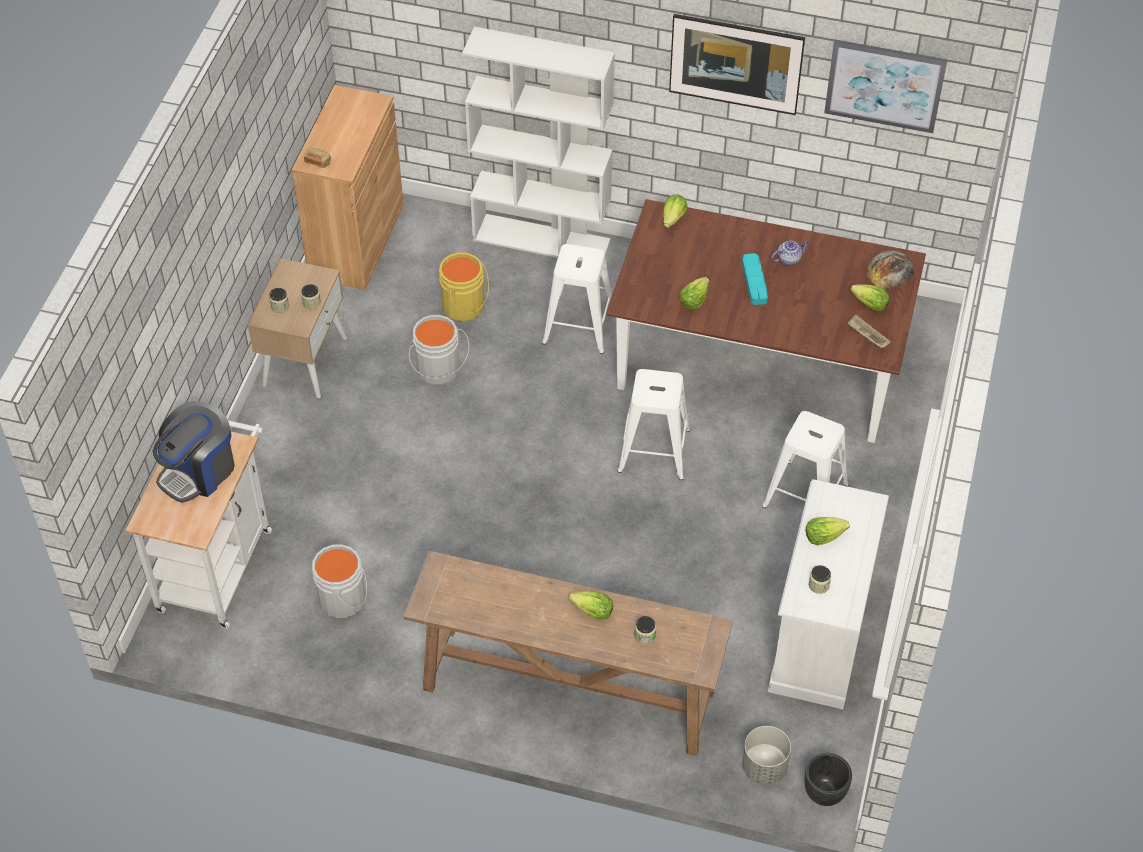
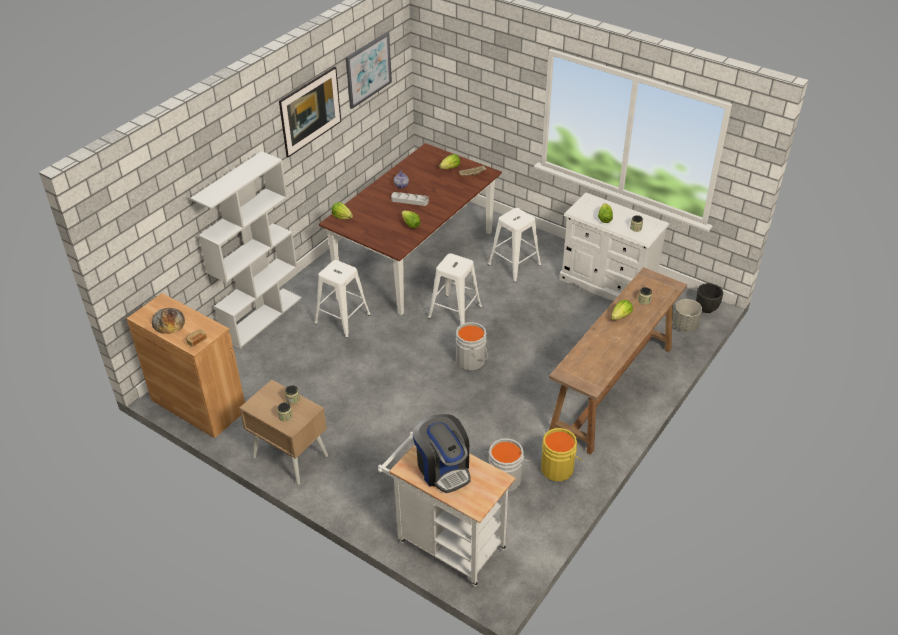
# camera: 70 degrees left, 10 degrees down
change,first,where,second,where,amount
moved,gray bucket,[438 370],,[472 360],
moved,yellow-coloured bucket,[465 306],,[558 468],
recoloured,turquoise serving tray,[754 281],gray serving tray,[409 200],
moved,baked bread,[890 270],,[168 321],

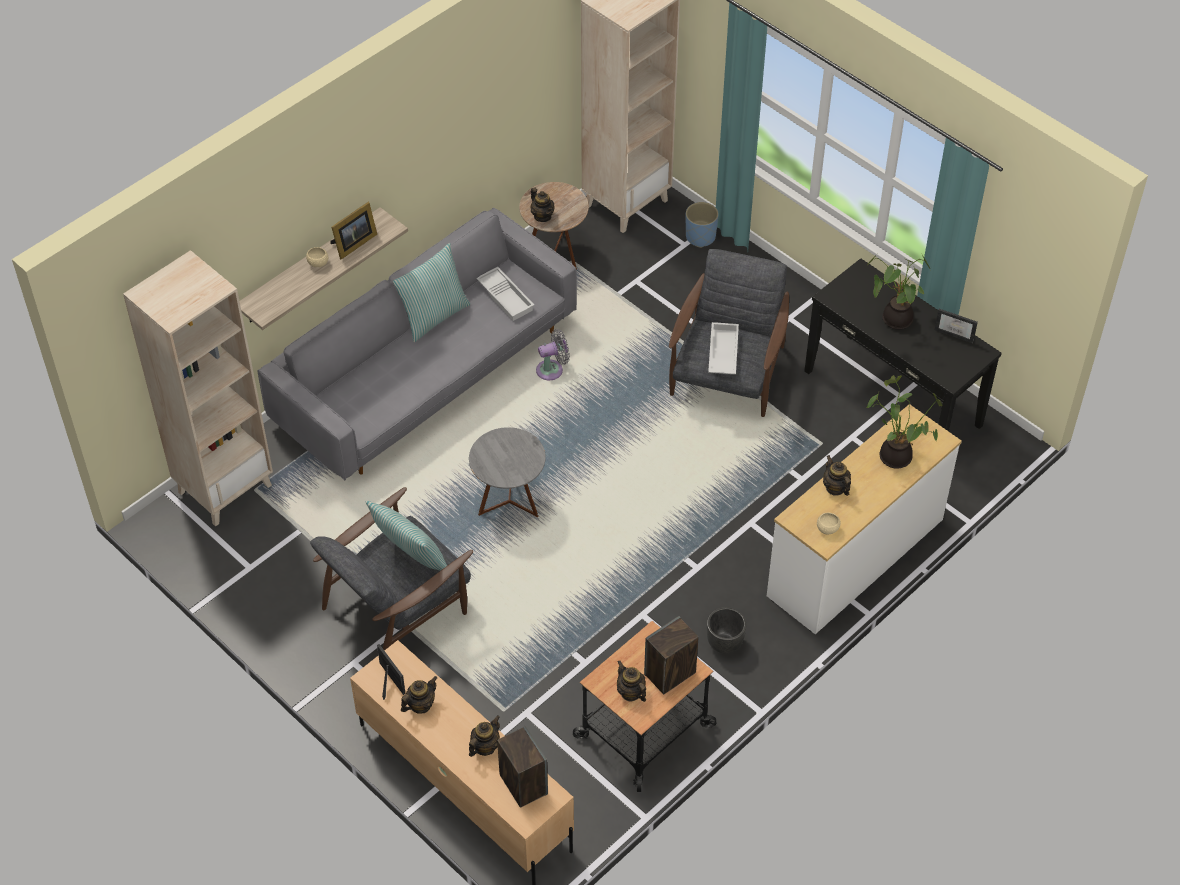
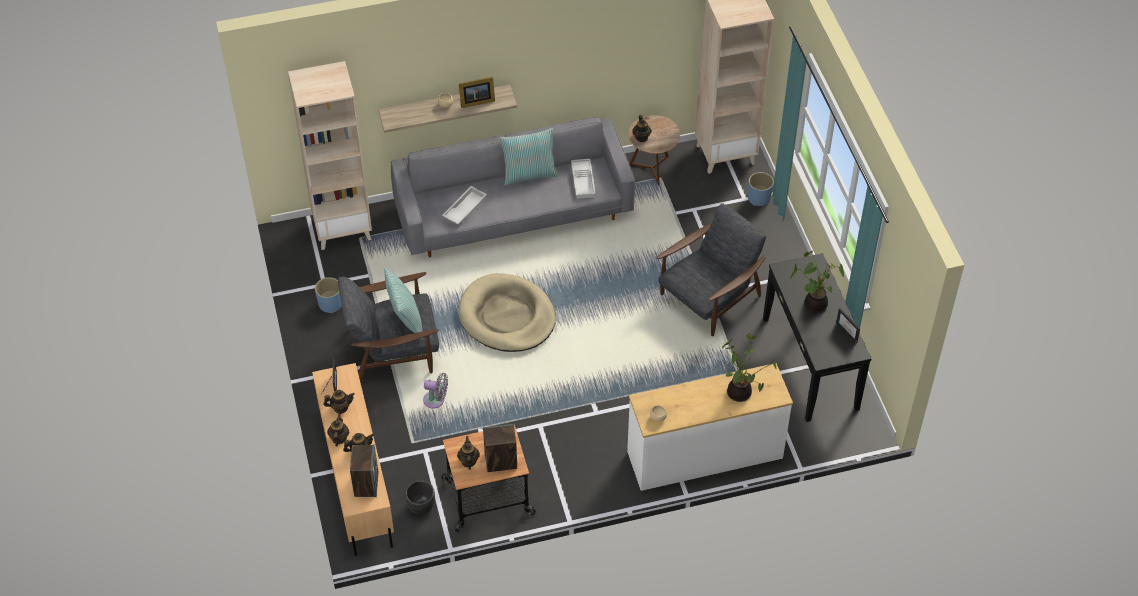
# camera: 30 degrees right, 0 degrees up
change,first,where,second,where,amount
replaced,gray end table,[509 503],beige-coloured dog cushion,[507 316],
moved,gray cooling fan,[552 369],,[436 400],
moved,black-coloured plant pot,[725 643],,[421 507],
moved,whitish serving tray,[722 353],,[464 208],
moved,teapot,[835 488],,[339 438],
added,,,bluish plant pot,[330 304],

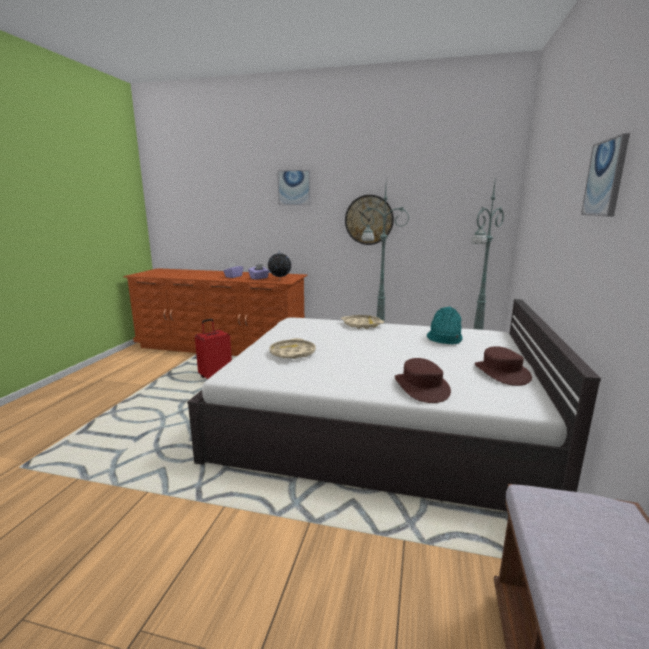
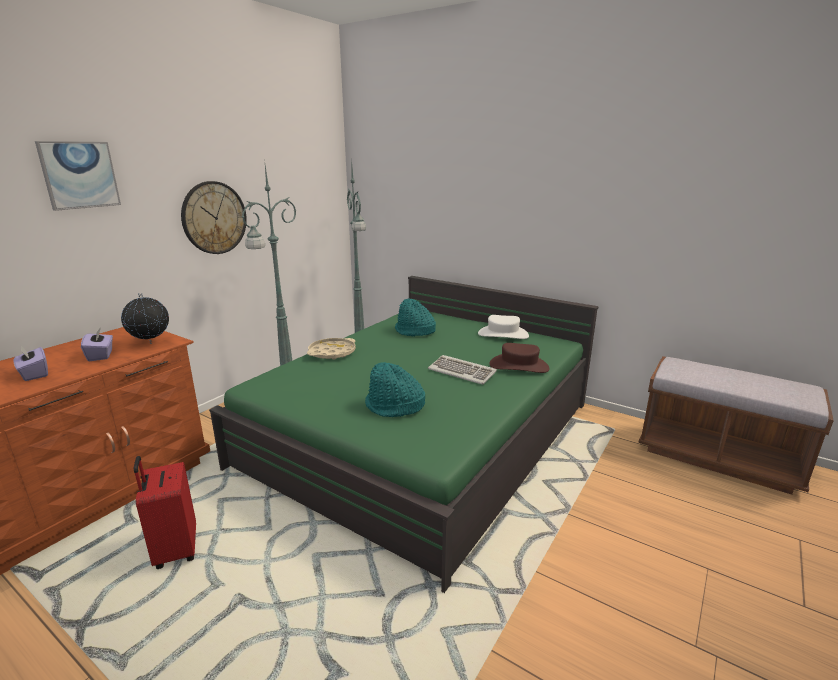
# camera: 70 degrees left, 5 degrees up
change,first,where,second,where,amount
recoloured,whitish bed,[379 421],greenish bed,[423 434],
replaced,beige-coloured serving tray,[292 353],turquoise wearable hat,[394 406],
recoloured,brown wearable hat,[501 373],whitish wearable hat,[503 334],
removed,wall art,[605 178],,,
added,,,computer keyboard,[462 372],

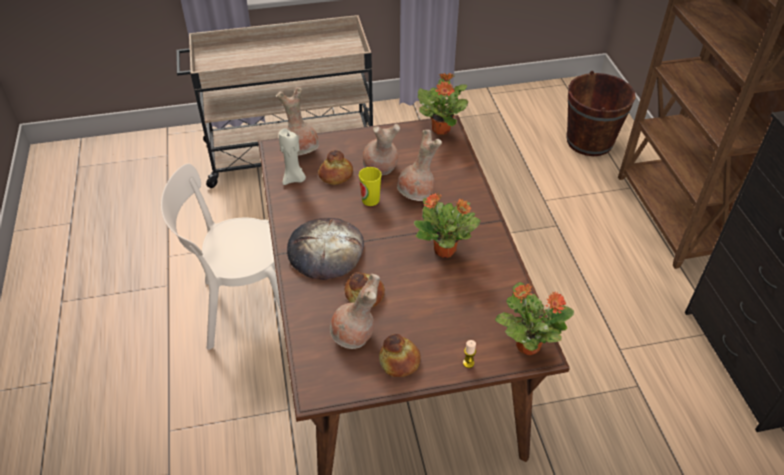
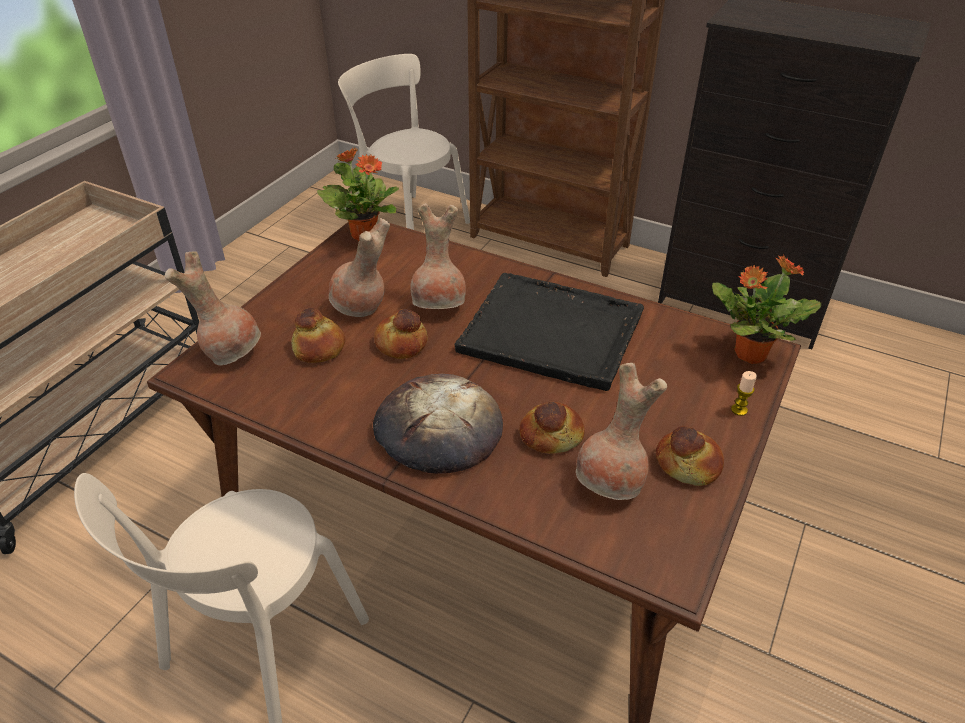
# camera: 50 degrees left, 5 degrees down
change,first,where,second,where,amount
removed,beige-coloured wax light,[294 179],,,
replaced,small cup,[370 200],baked bread,[400 343],
replaced,plant in a pot,[445 250],black-coloured serving tray,[553 333],
replaced,brown bucket,[589 141],beige-coloured upright chair,[408 223],

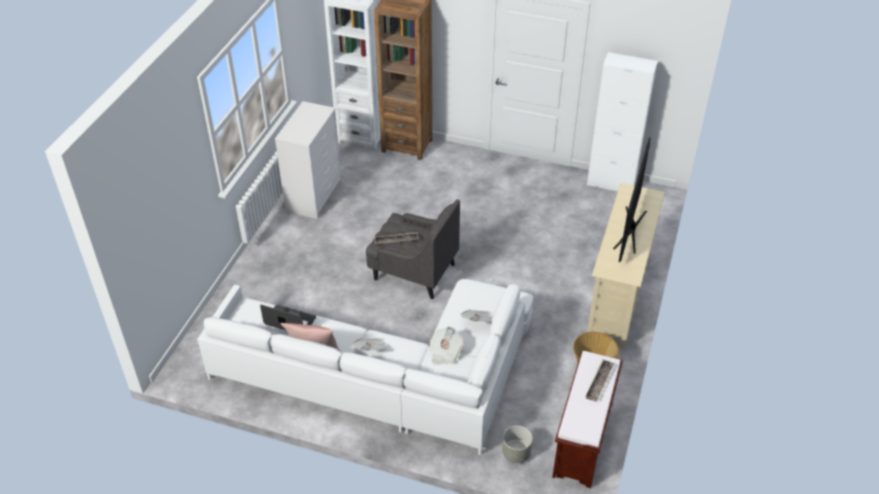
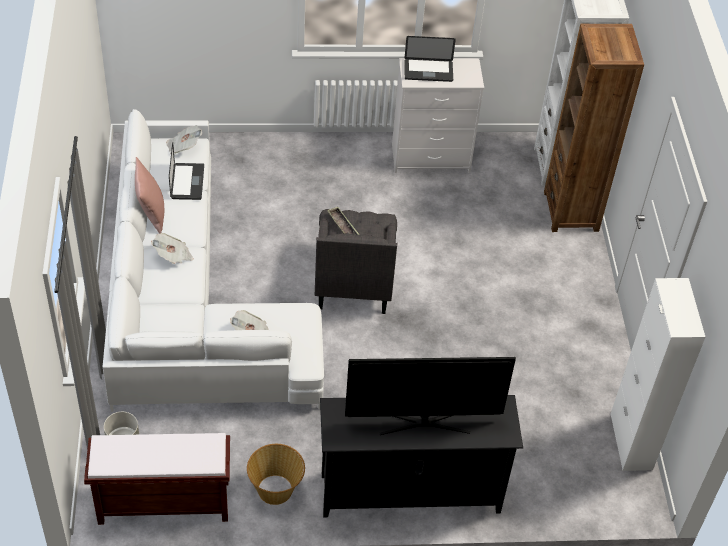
# camera: 65 degrees right, 5 degrees up
change,first,where,second,where,amount
moved,newspaper,[445 353],,[183 146],
removed,serving tray,[599 382],,,
recoloured,beige-coloured tv stand,[618 298],black-coloured tv stand,[409 493],
added,,,notebook computer,[428 71],

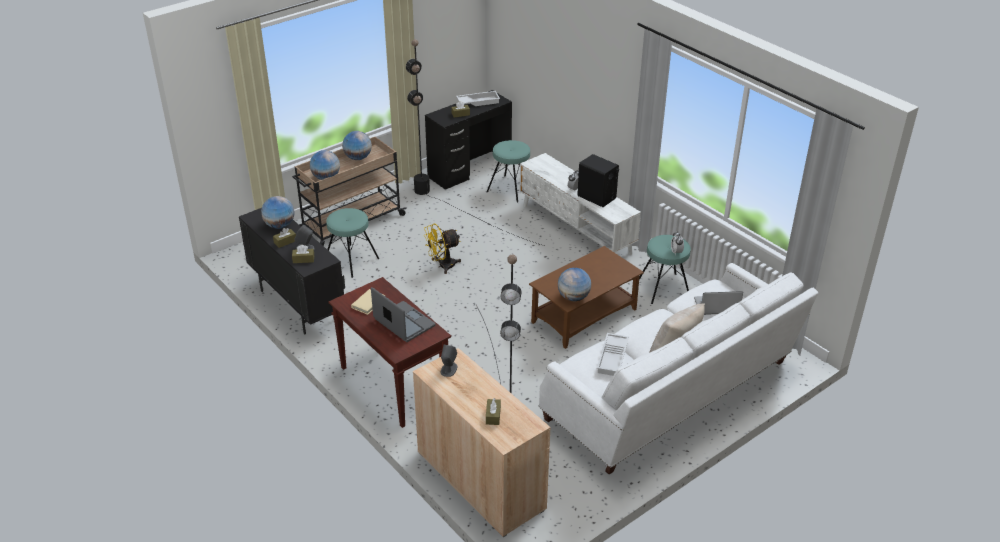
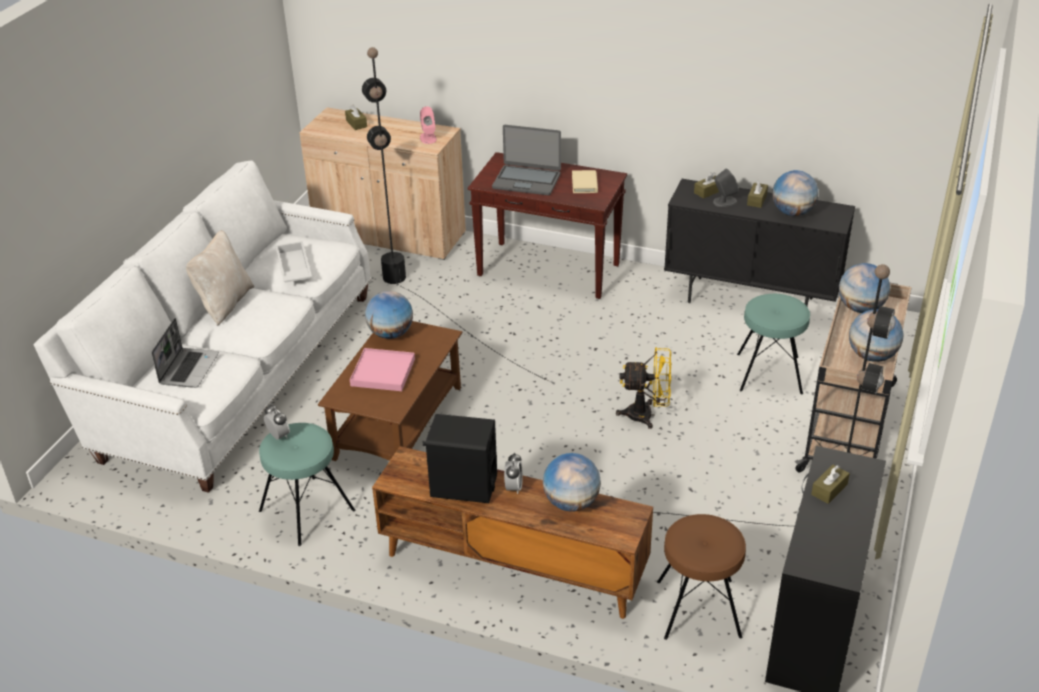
# camera: 150 degrees right, 0 degrees up
change,first,where,second,where,amount
turned,yellow-coloured cooling fan,[442 266],,[647 415],60 degrees clockwise
recoloured,gray loudspeaker,[448 369],pink loudspeaker,[428 138],
removed,whitish serving tray,[478 101],,,
recoloured,turquoise stool,[510 188],brown stool,[698 609],
recoloured,whitish tv stand,[576 229],brown tv stand,[511 566],
turned,notebook computer,[716 306],,[189 368],45 degrees counterclockwise
added,,,pink serving tray,[383 372],
added,,,desk globe,[571 502],

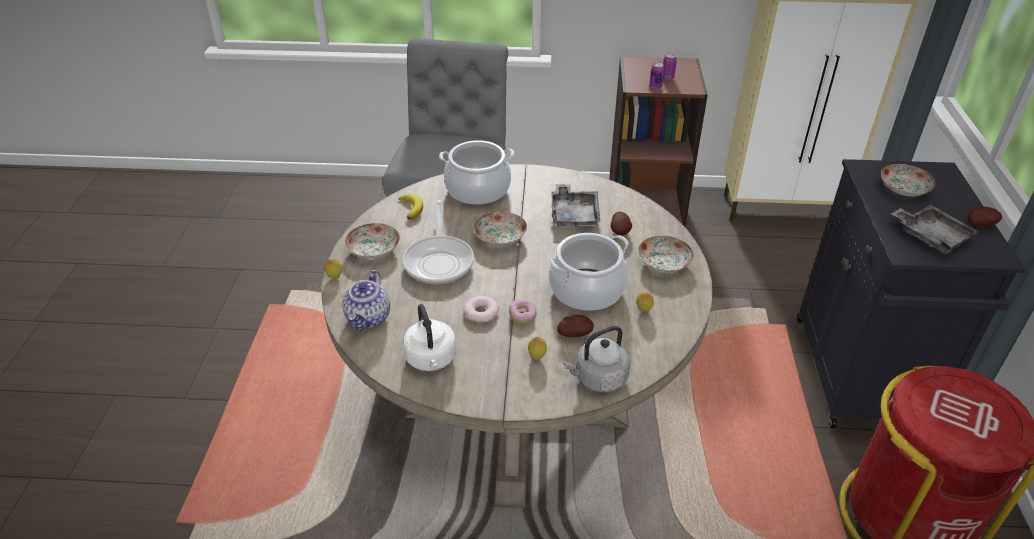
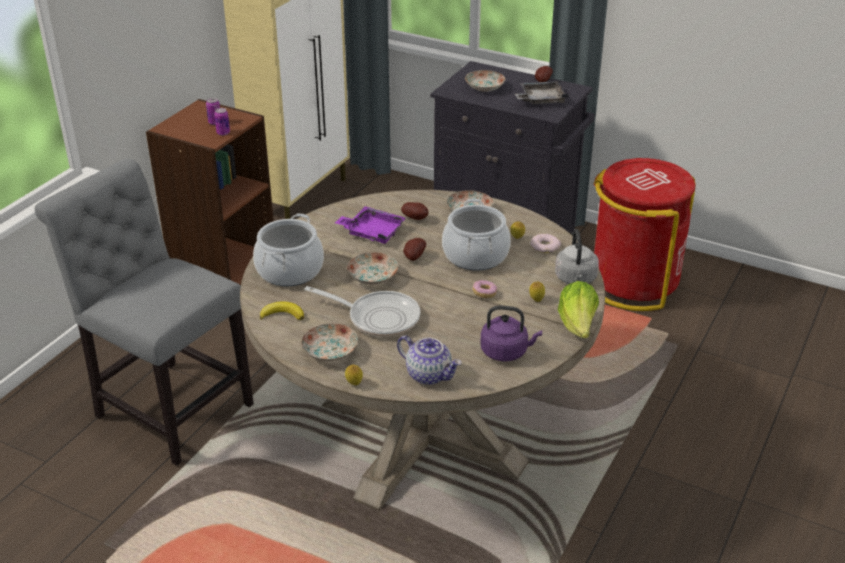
# camera: 65 degrees left, 5 degrees down
change,first,where,second,where,amount
recoloured,whitish kettle,[431 360],purple kettle,[506 352],
moved,donut,[481 312],,[545 246],
recoloured,gray serving tray,[574 214],purple serving tray,[372 232],
moved,potato,[574 334],,[413 257],
added,,,head of lettuce,[577 326],

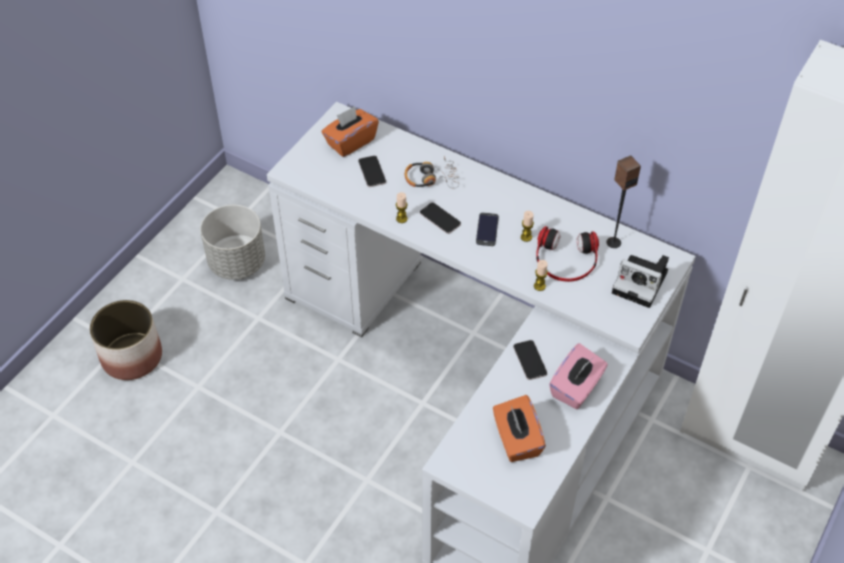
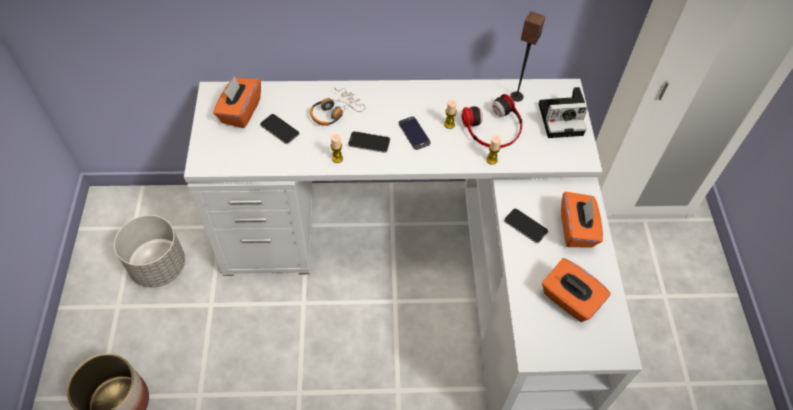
# camera: 35 degrees left, 5 degrees up
change,first,where,second,where,amount
recoloured,pink box of tissues,[576 388],orangey box of tissues,[577 229],

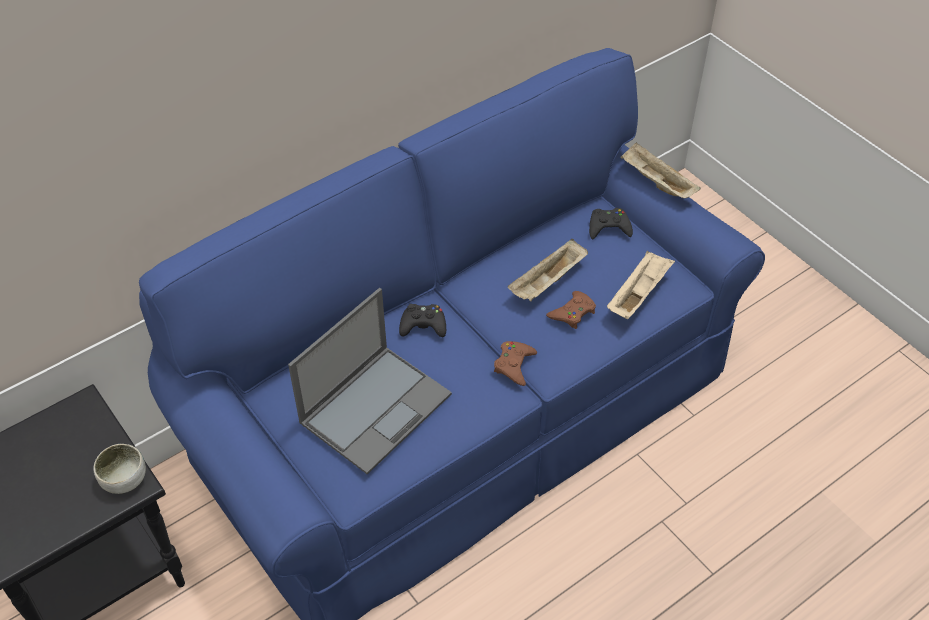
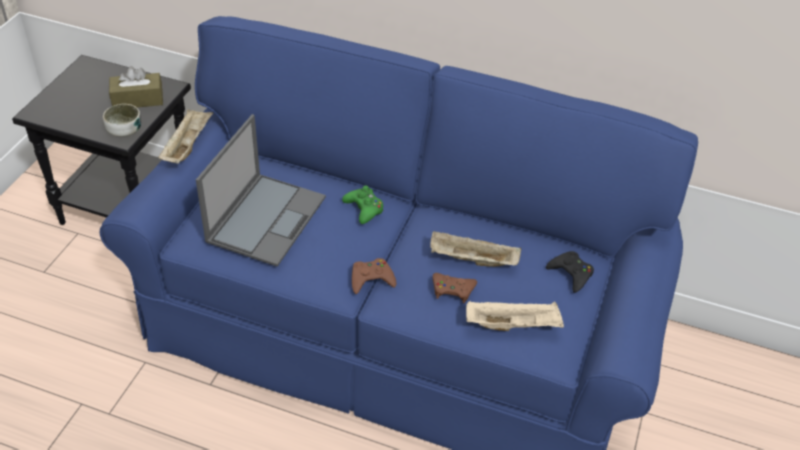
# camera: 55 degrees right, 5 degrees down
change,first,where,second,where,amount
turned,notebook computer,[376 407],,[267 218],75 degrees counterclockwise
recoloured,black-coloured joypad,[423 325],greenish joypad,[364 209],
moved,beige-coloured serving tray,[656 182],,[187 146],
added,,,brown box of tissues,[138 99],

